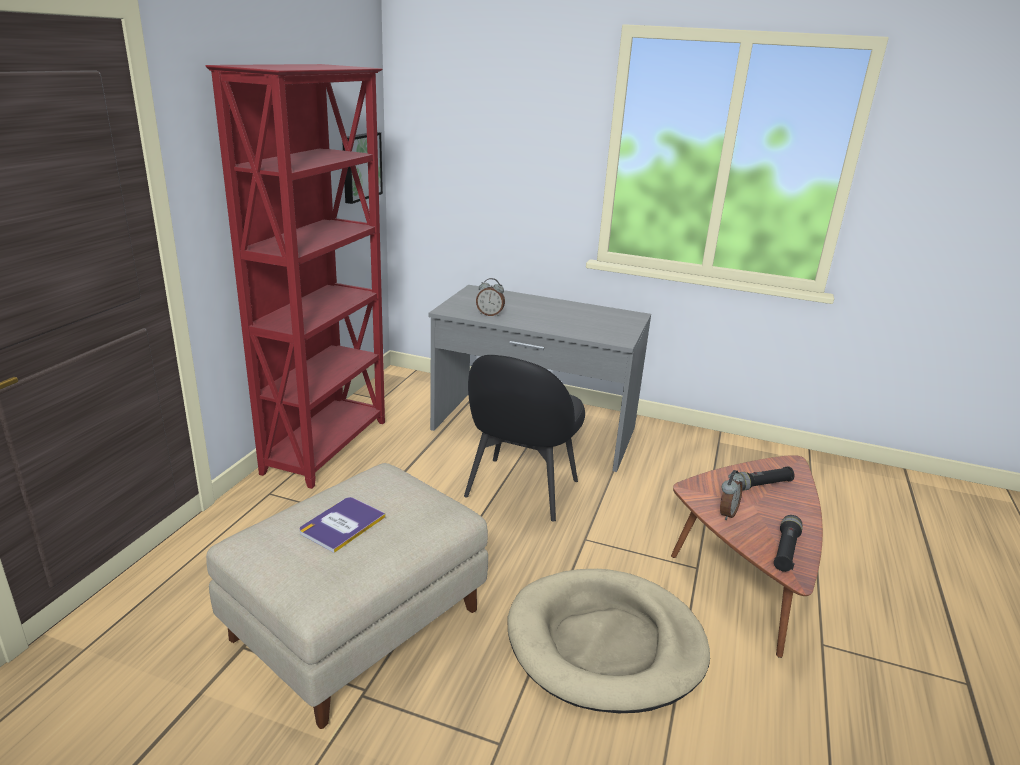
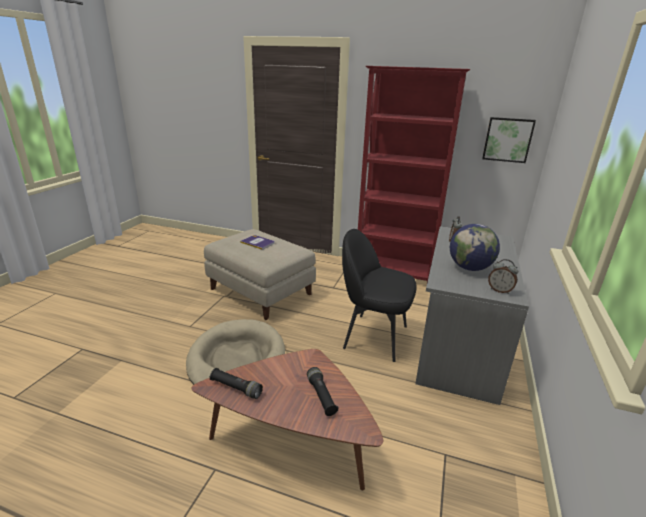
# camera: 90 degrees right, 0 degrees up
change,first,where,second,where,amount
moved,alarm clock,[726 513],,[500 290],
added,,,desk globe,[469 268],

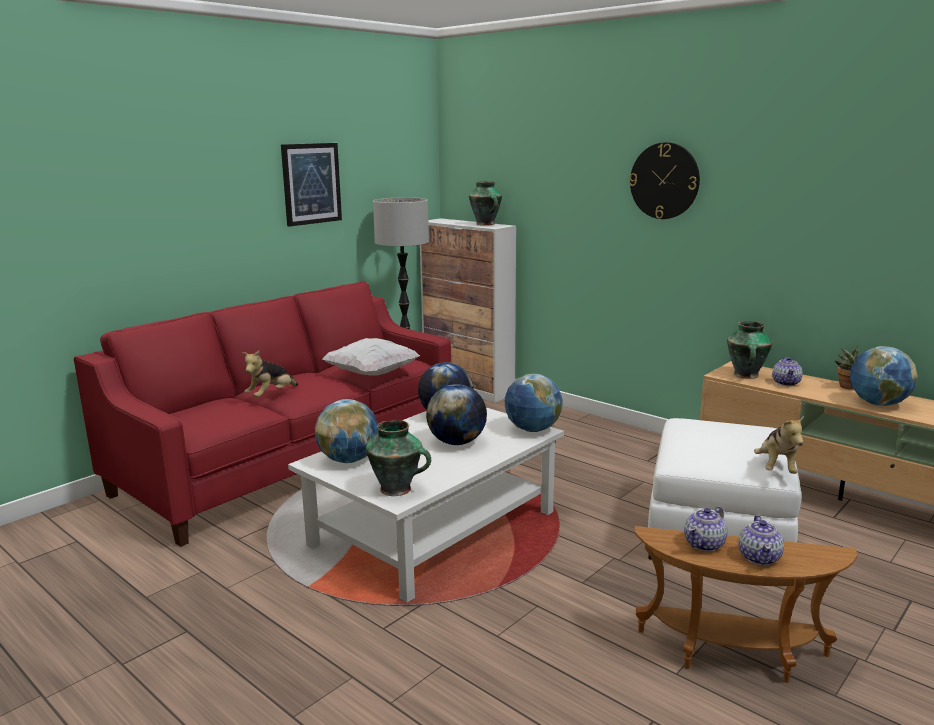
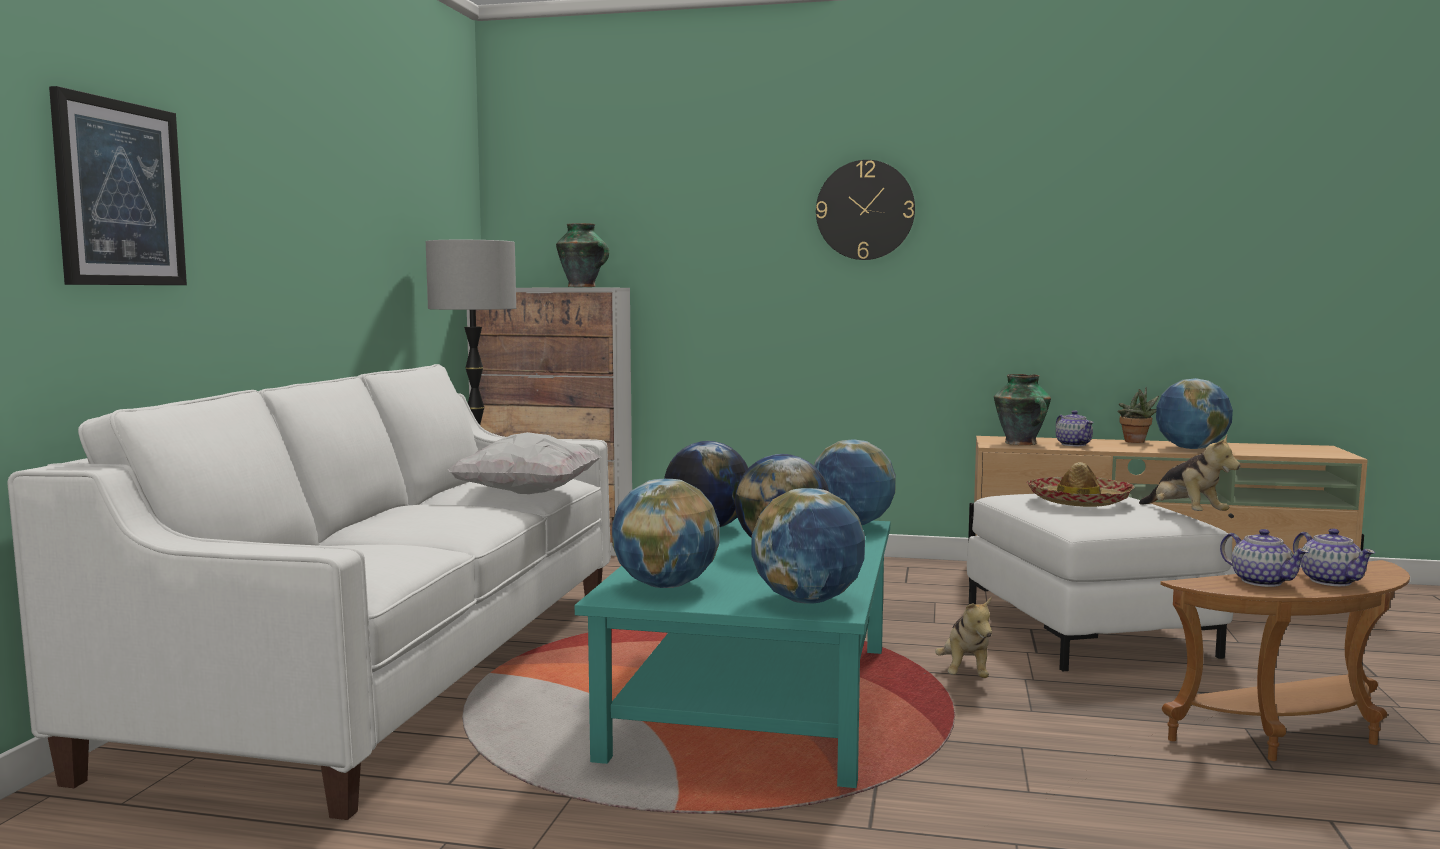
# camera: 30 degrees left, 10 degrees down
change,first,where,second,where,amount
recoloured,reddish sofa,[291 462],whitish sofa,[394 669],
moved,soft toy,[271 395],,[965 674],
moved,wall art,[311 183],,[119 193],
recoloured,whitish coffee table,[433 529],turquoise coffee table,[754 700],
replaced,vase,[397 489],desk globe,[808 601],
turned,teapot,[705 544],,[1261 581],45 degrees counterclockwise
added,,,wearable hat,[1079 501],

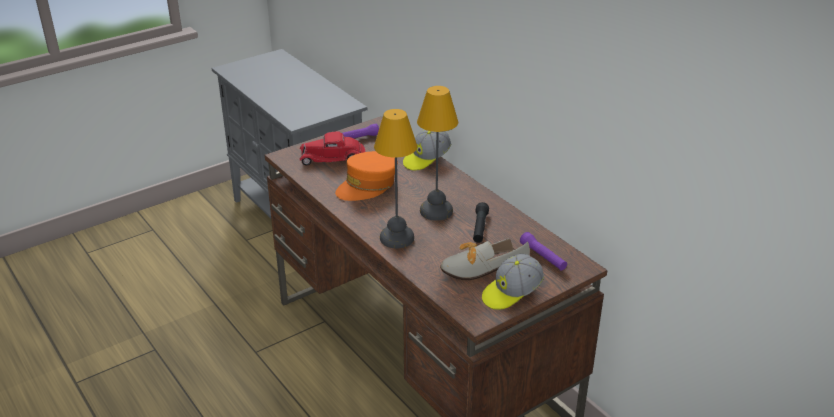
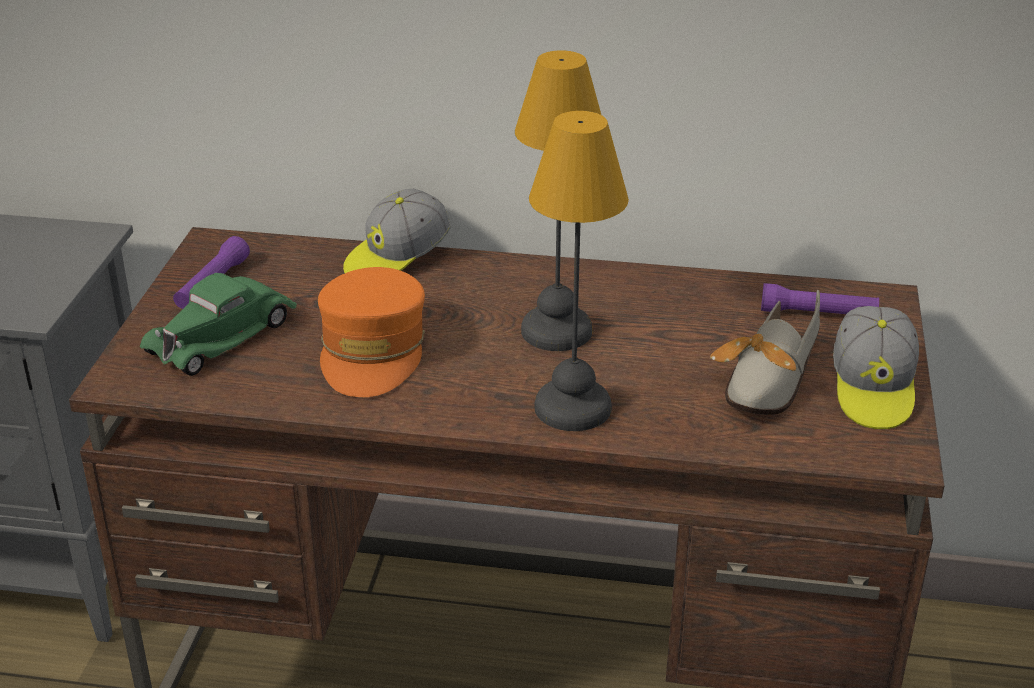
# camera: 45 degrees left, 0 degrees up
change,first,where,second,where,amount
recoloured,reddish toy car,[332 157],greenish toy car,[223 335],
turned,peaked cap,[426 159],,[396 259],45 degrees clockwise
removed,black-coloured hand torch,[480 228],,,

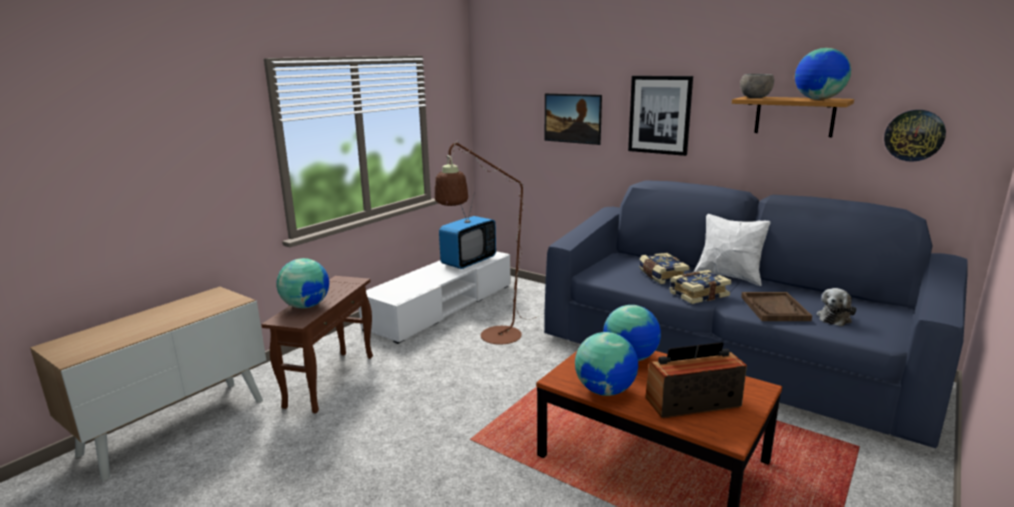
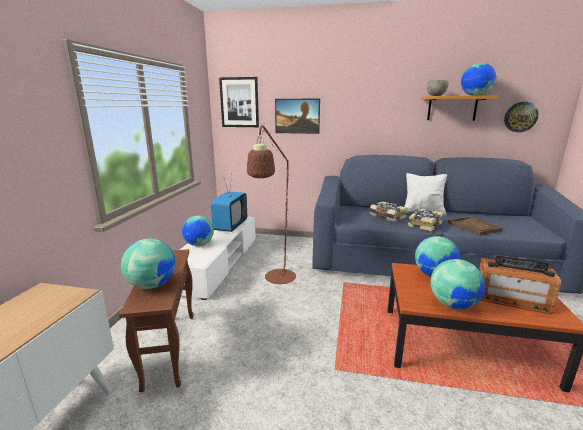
# camera: 25 degrees left, 0 degrees up
change,first,where,second,where,amount
moved,wall art,[659 115],,[239 102],
turned,radio set,[692 402],,[511 299],120 degrees counterclockwise
removed,soft toy,[835 318],,,
added,,,desk globe,[199 245],

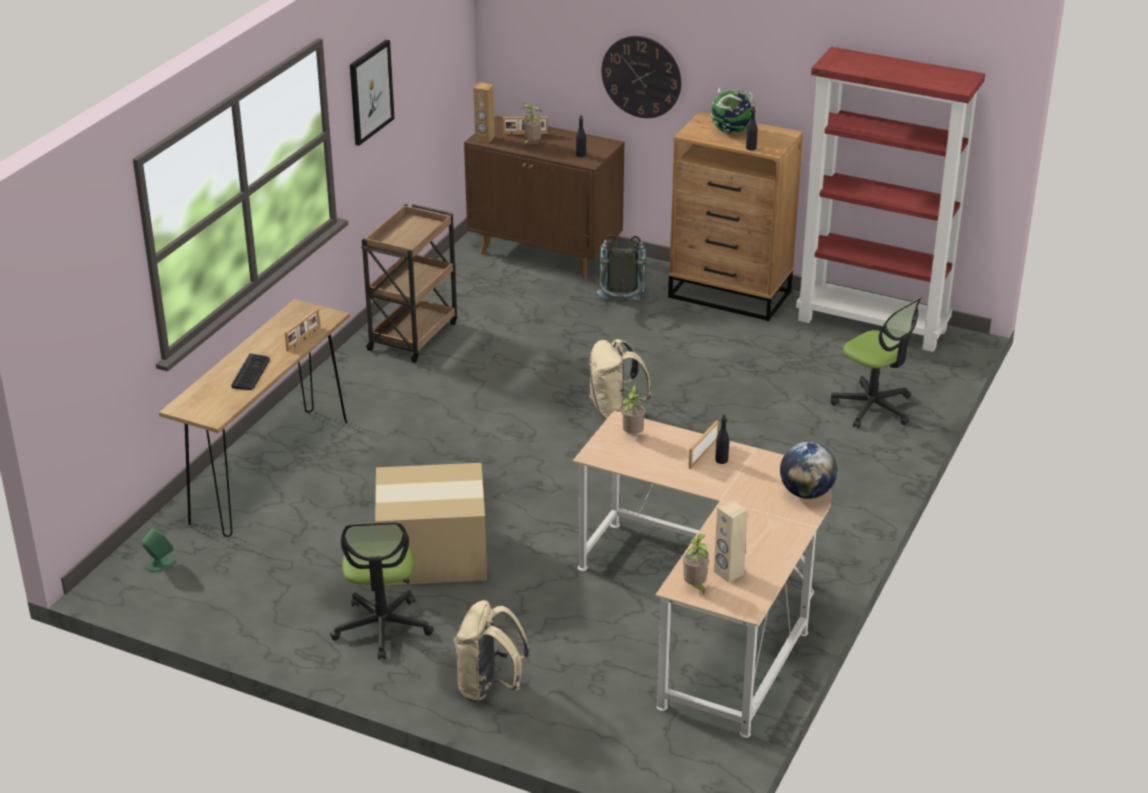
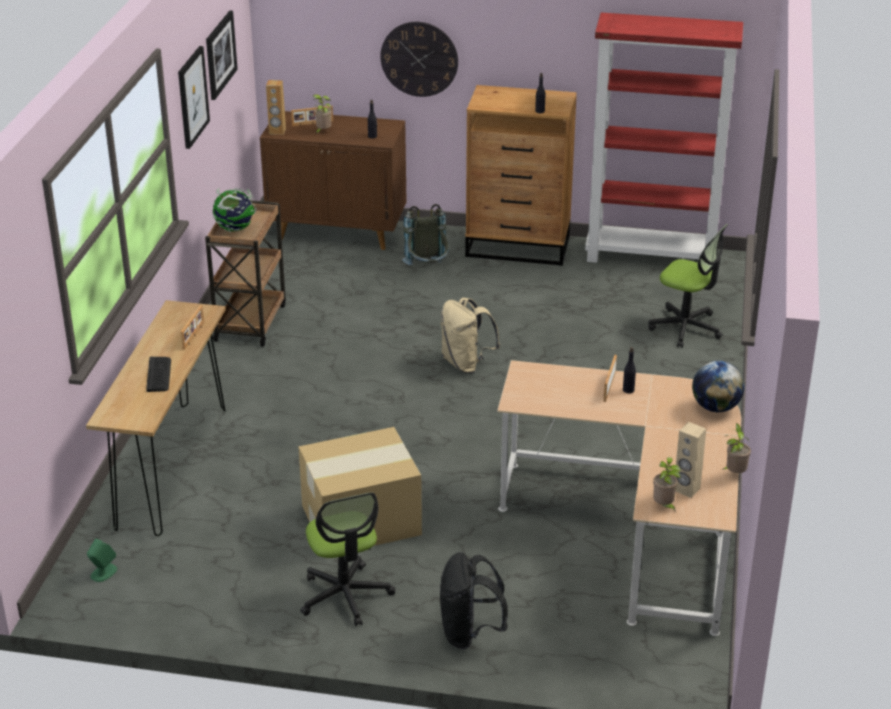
# camera: 15 degrees left, 0 degrees up
change,first,where,second,where,amount
recoloured,beige-coloured rucksack,[489 687],black-coloured rucksack,[469 633],
moved,plant in a pot,[631 434],,[734 473],
moved,desk globe,[731 132],,[235 229],
added,,,wall art,[220 54],

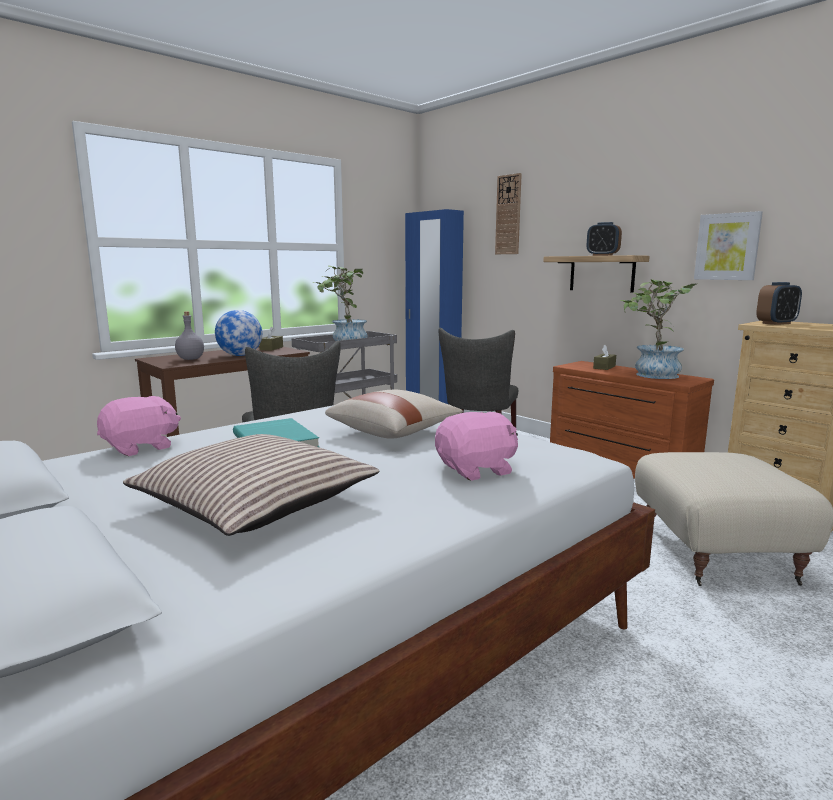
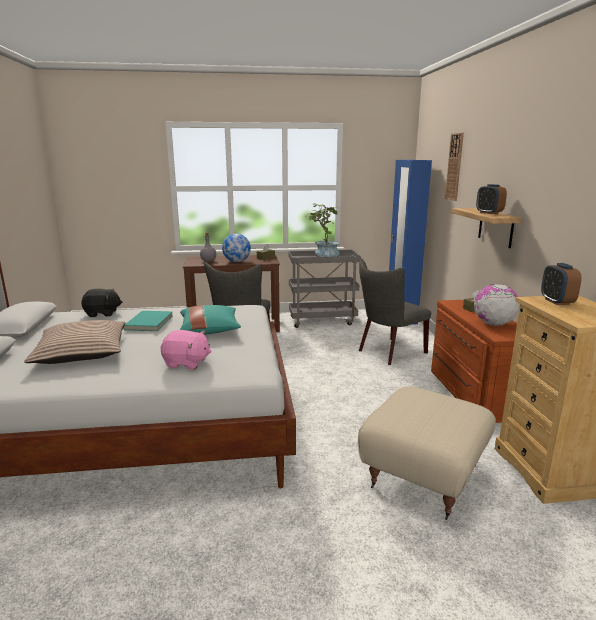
# camera: 35 degrees right, 5 degrees up
change,first,where,second,where,amount
recoloured,pink soft toy,[141 448],black-coloured soft toy,[102 313],
recoloured,beige-coloured cushion,[394 432],turquoise cushion,[210 330],
replaced,plant in a pot,[651 375],desk globe,[493 324],
removed,wall art,[727 247],,,
turned,alarm clock,[776 323],,[557 301],75 degrees clockwise

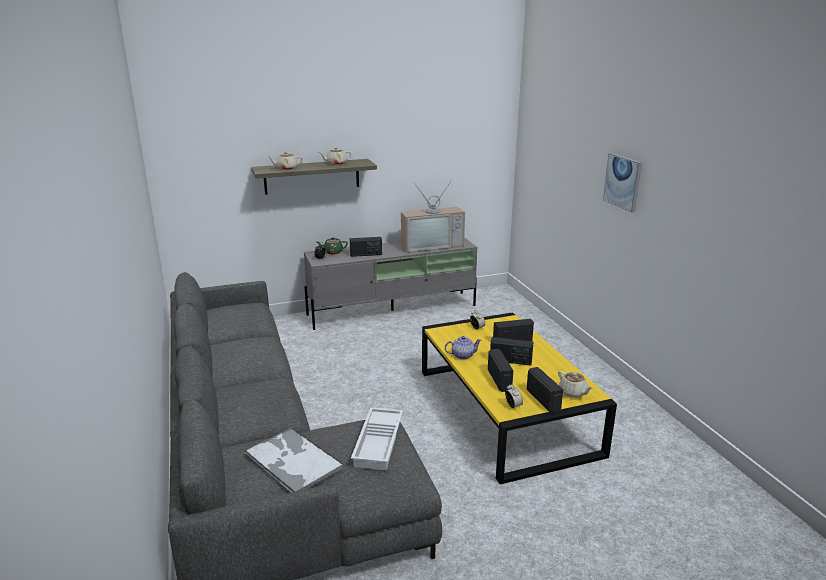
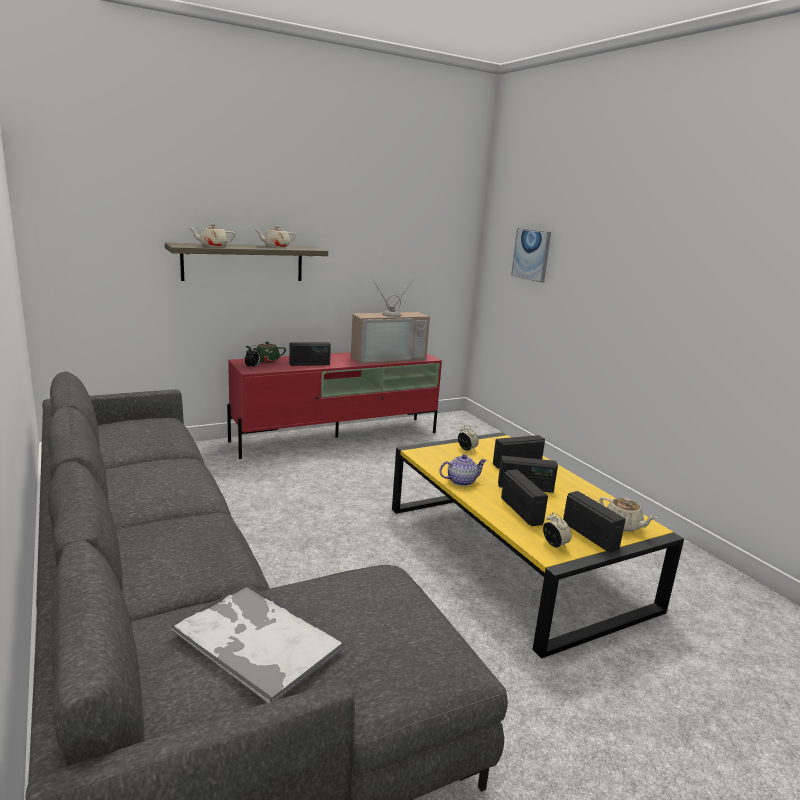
# camera: 10 degrees left, 5 degrees down
change,first,where,second,where,amount
recoloured,gray tv stand,[393 310],reddish tv stand,[338 437],
removed,whitish serving tray,[379 443],,,
moved,wall art,[623 182],,[531 254],

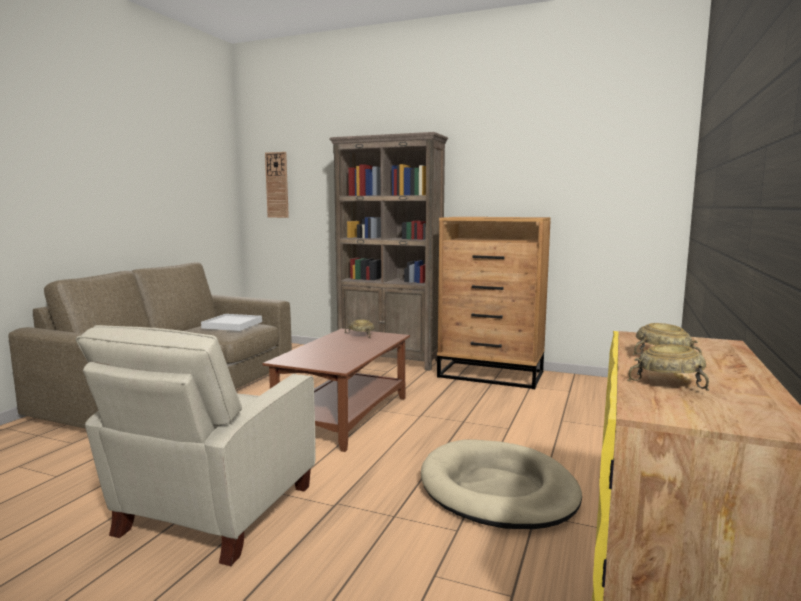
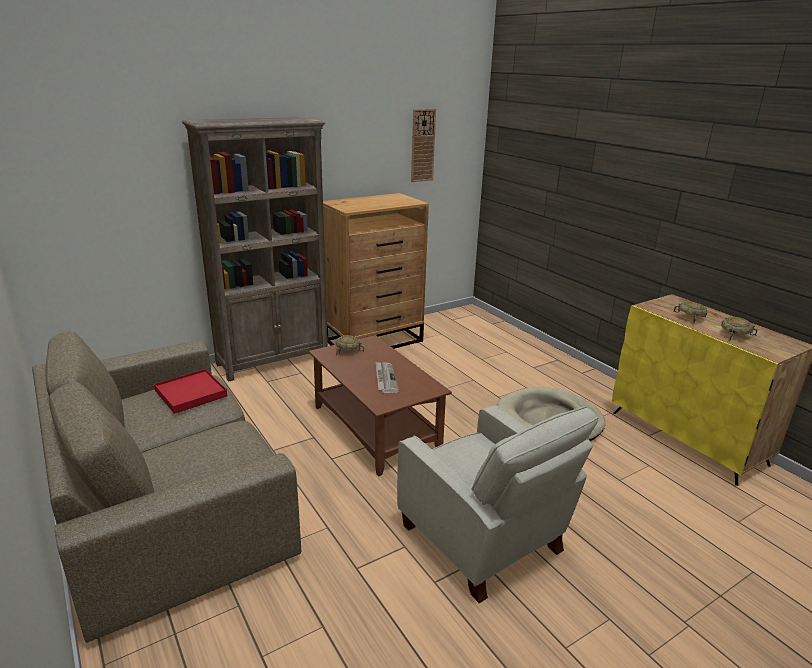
# camera: 55 degrees left, 15 degrees up
change,first,where,second,where,amount
recoloured,whitish serving tray,[232 325],reddish serving tray,[191 393],
moved,clock on the wall,[277 185],,[422 145],
added,,,newspaper,[385 378],

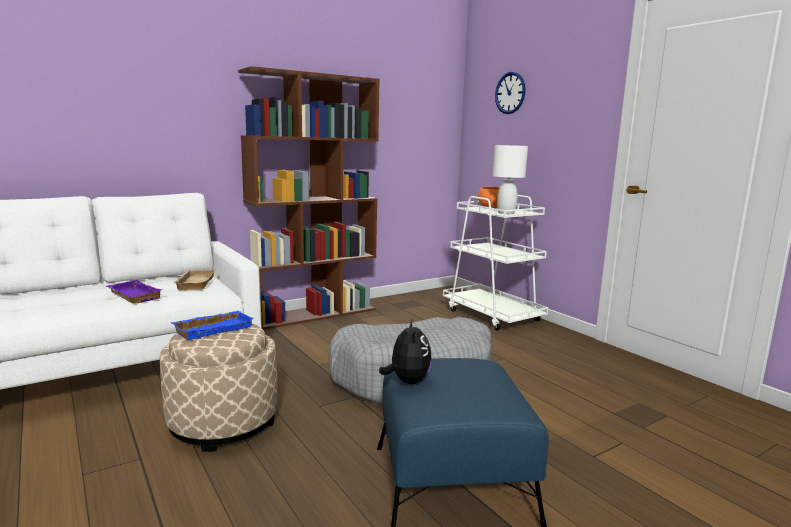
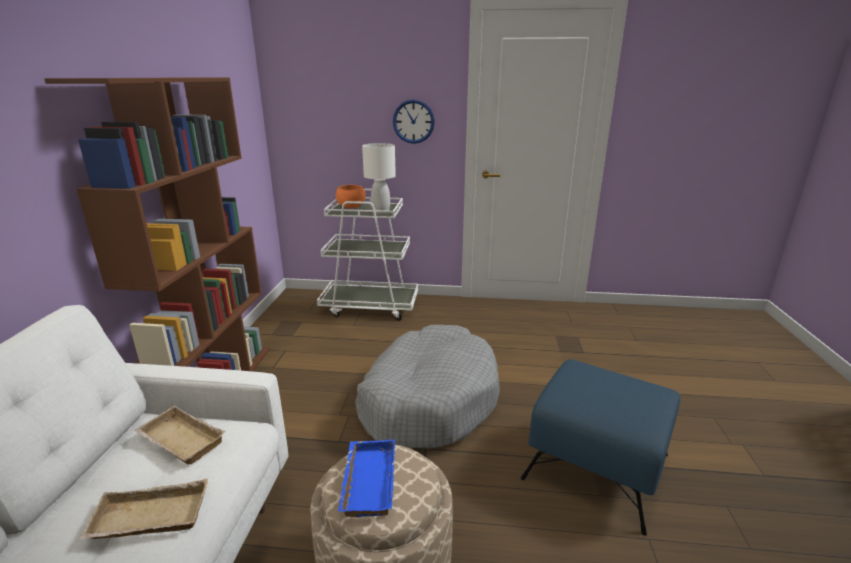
# camera: 50 degrees left, 10 degrees up
change,first,where,second,where,amount
recoloured,purple serving tray,[132 296],beige-coloured serving tray,[147 520],
removed,soft toy,[407 381],,,
moved,clock on the wall,[510 93],,[413 121],

